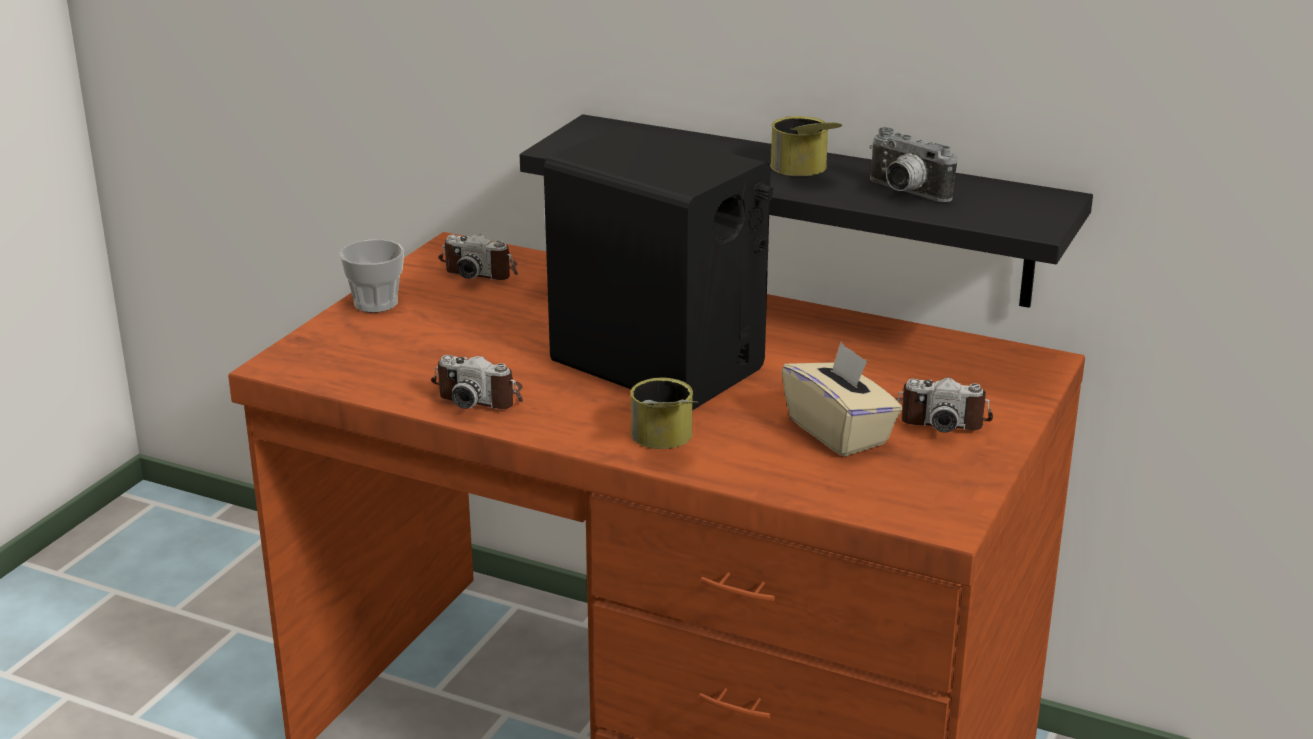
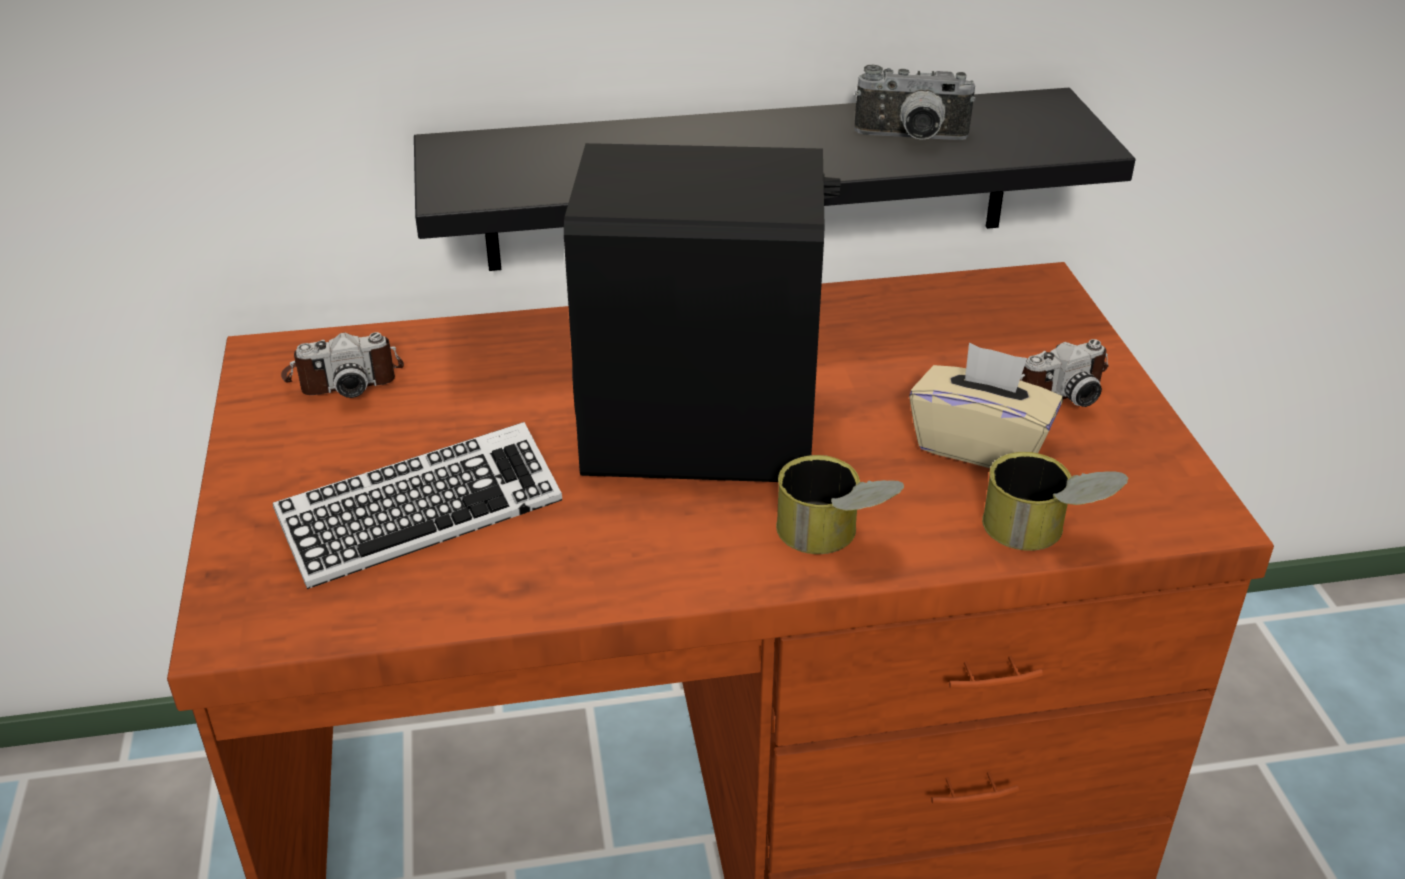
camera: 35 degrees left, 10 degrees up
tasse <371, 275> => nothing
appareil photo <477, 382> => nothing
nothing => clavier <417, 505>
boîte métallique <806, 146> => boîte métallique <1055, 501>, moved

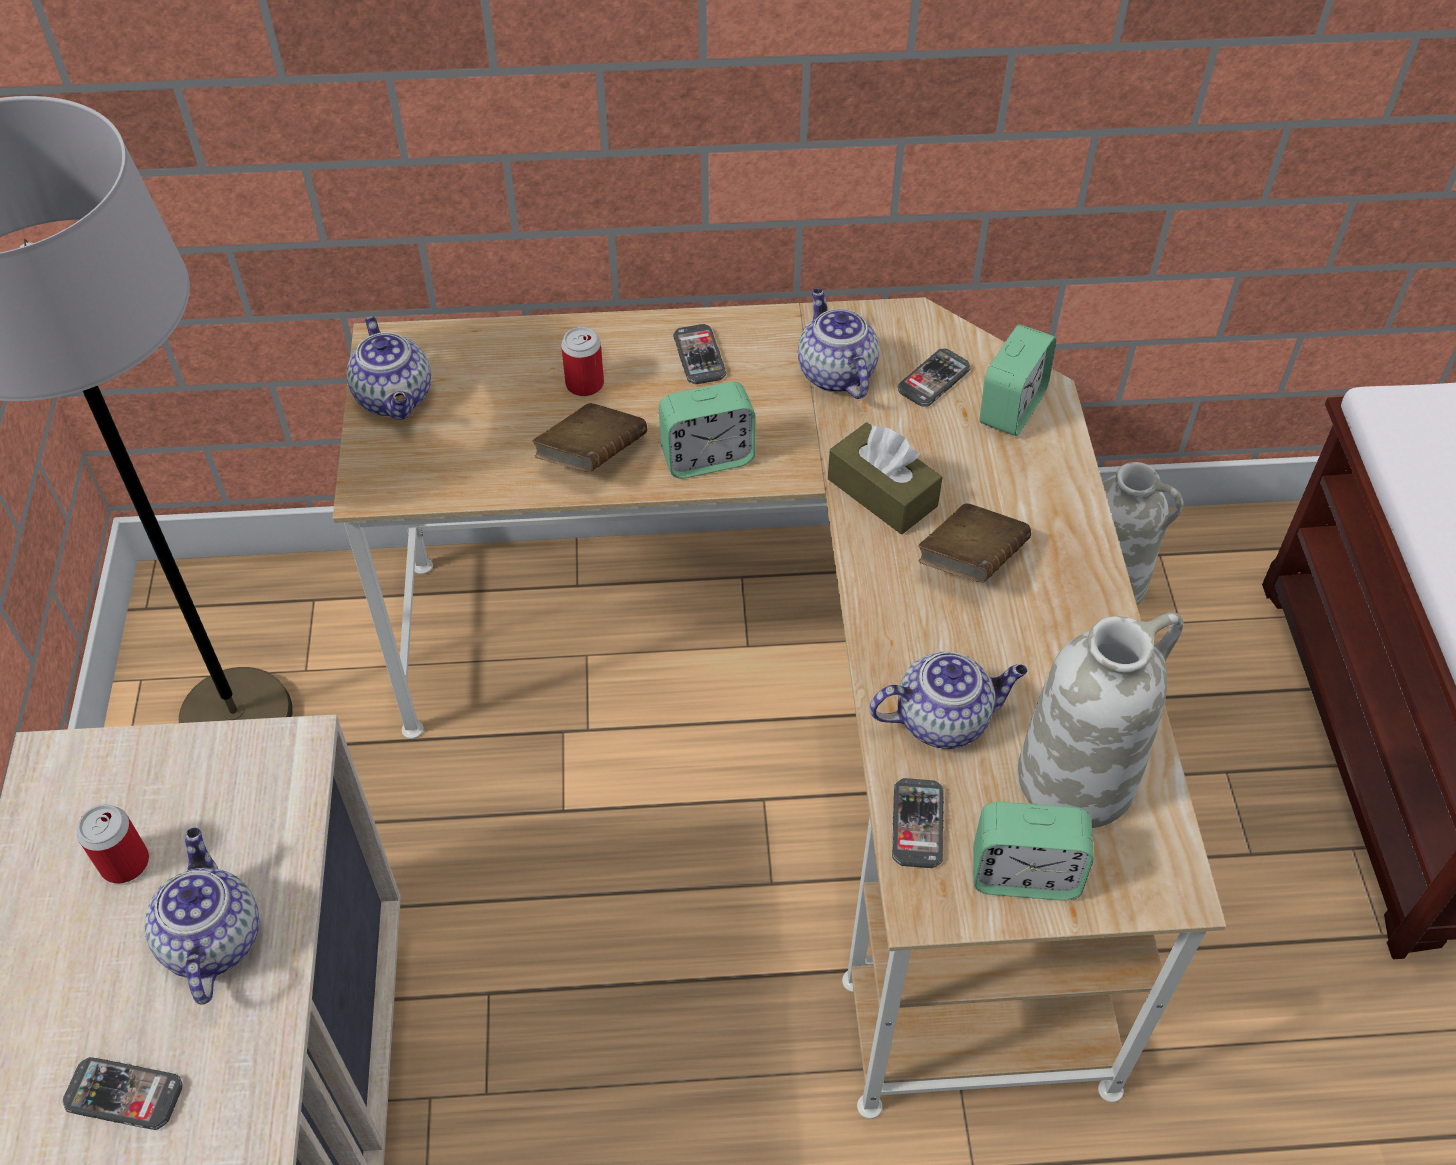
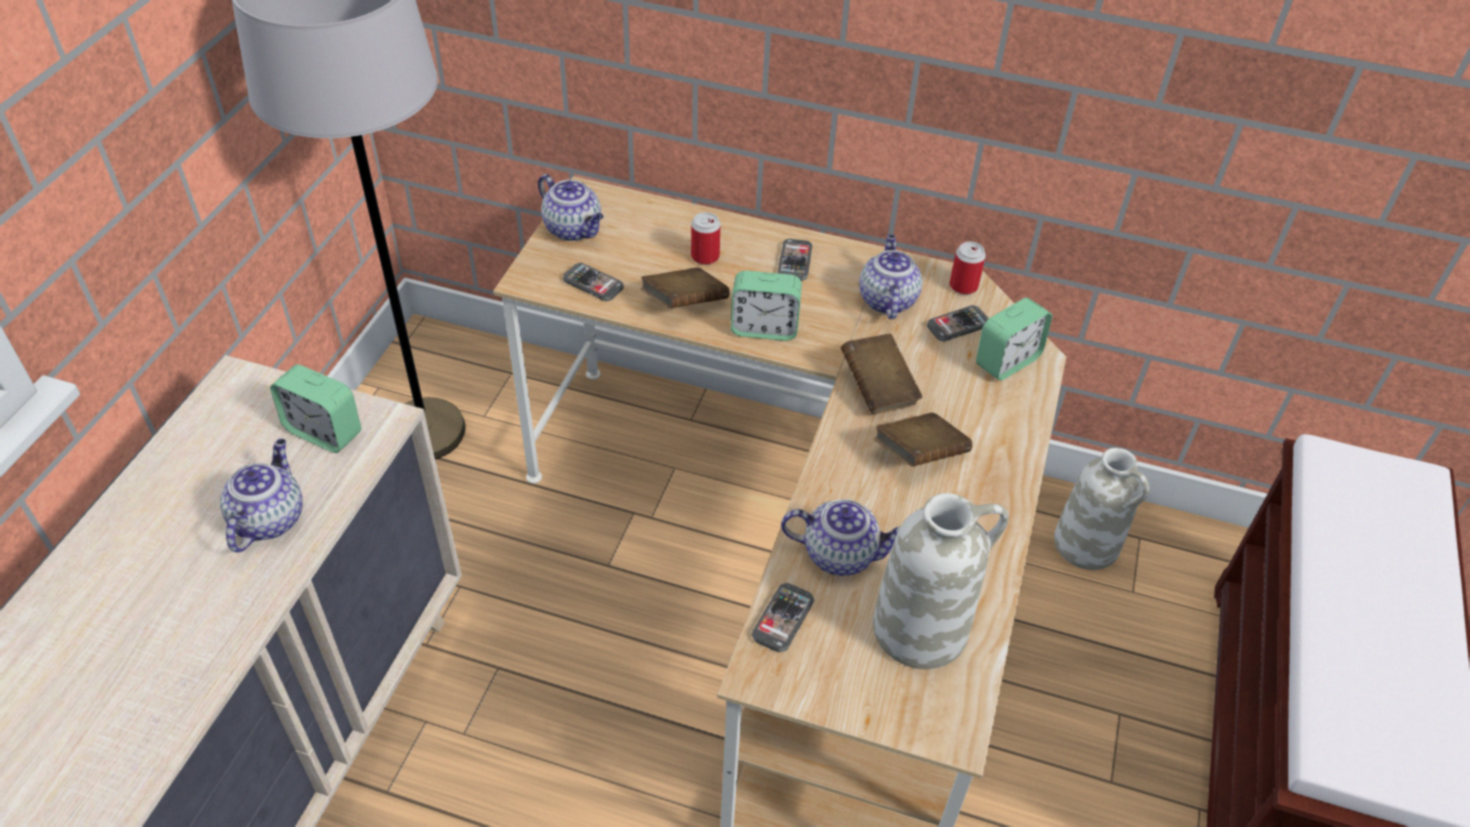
camera: 20 degrees right, 5 degrees down
téléphone <123, 1093> => téléphone <593, 282>, moved
boîte métallique <113, 843> => boîte métallique <968, 268>, moved
réveil <1033, 851> => réveil <315, 408>, moved
boîte à mouchoirs (marron) <885, 478> => livre (marron) <881, 373>
théière <388, 368> => théière <571, 207>, 45 degrees counterclockwise

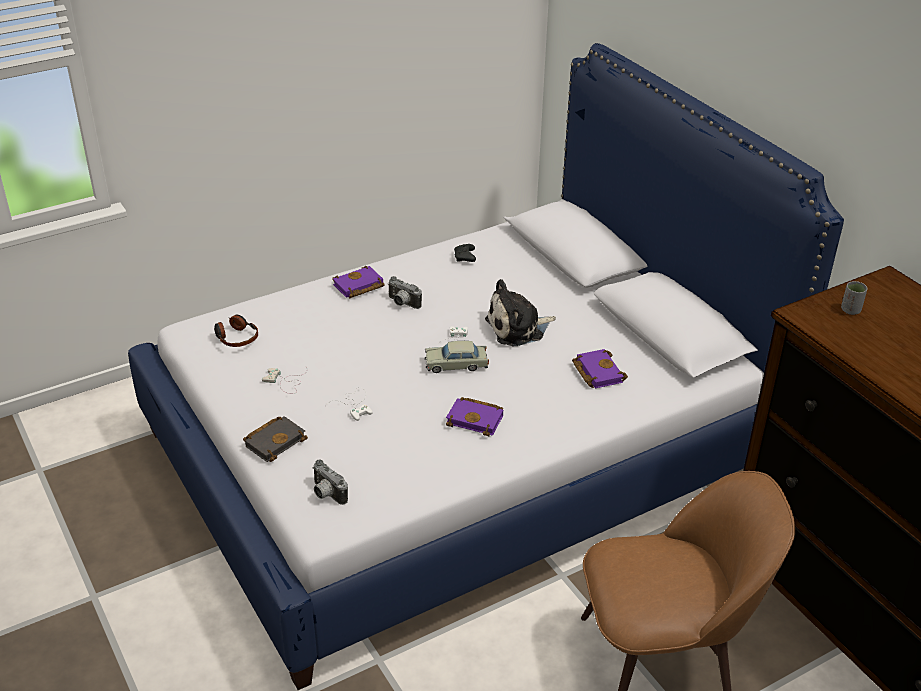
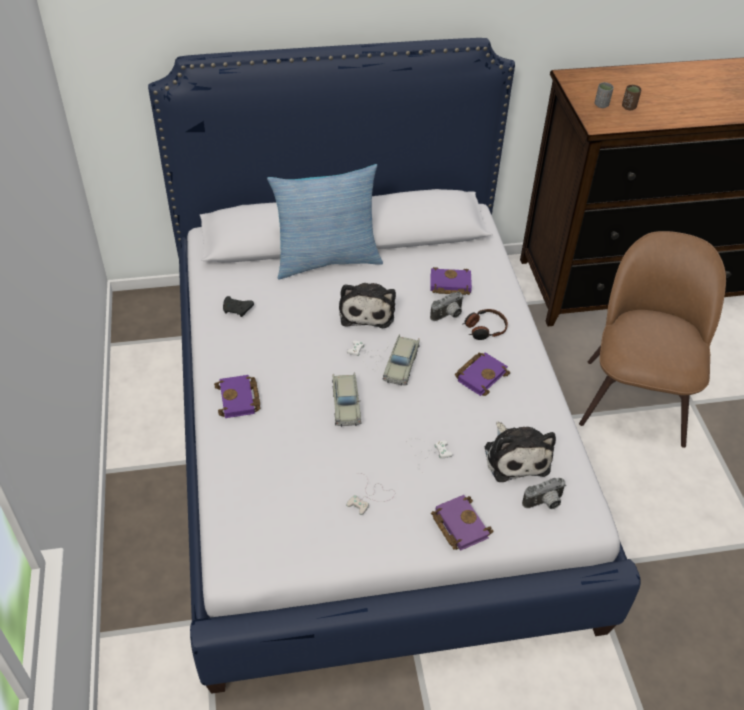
camera: 70 degrees left, 10 degrees up
nothing => coussin <325, 222>
nothing => petite voiture (beige) <347, 399>
nothing => peluche <520, 452>
nothing => tasse (marron) <631, 97>
casque audio <236, 331> => casque audio <485, 324>, moved
appareil photo <405, 292> => appareil photo <447, 306>, moved
livre (noir) <275, 439> => livre (violet) <462, 523>

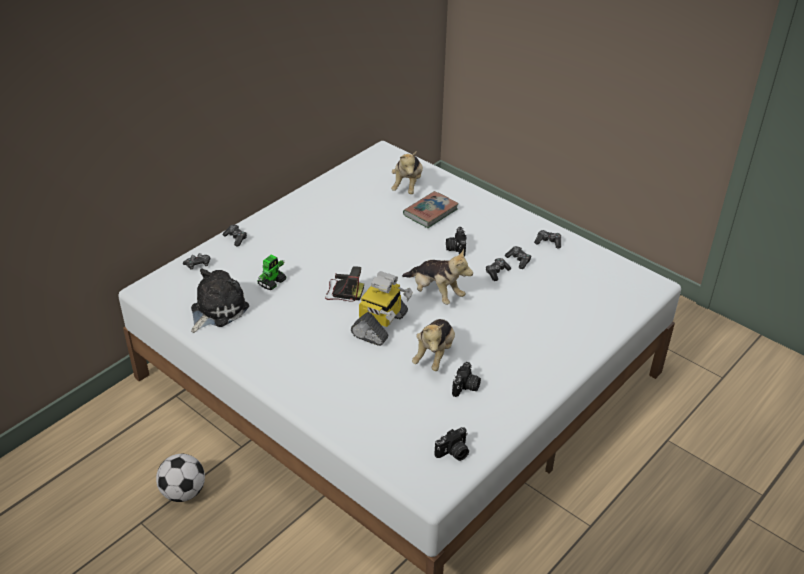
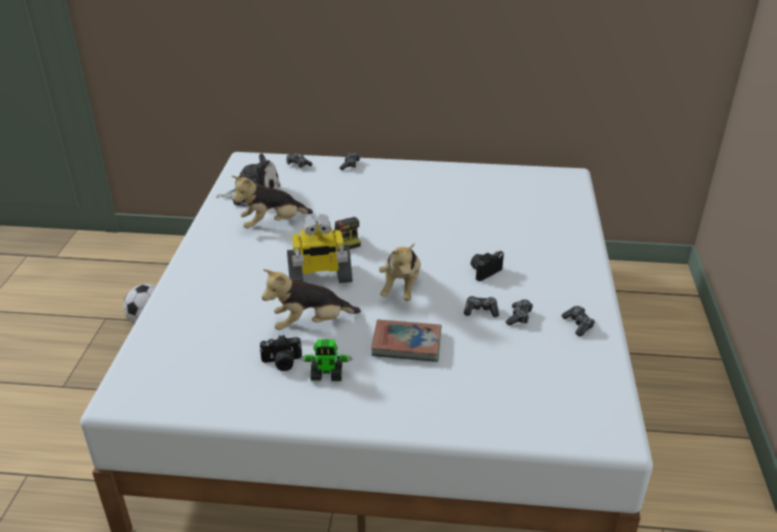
camera: 55 degrees right, 5 degrees down
appareil photo <451, 444> => nothing
robot jouet <272, 272> => robot jouet <327, 360>, moved
peluche <407, 172> => peluche <272, 202>, moved
livre <431, 209> => livre <406, 341>, moved

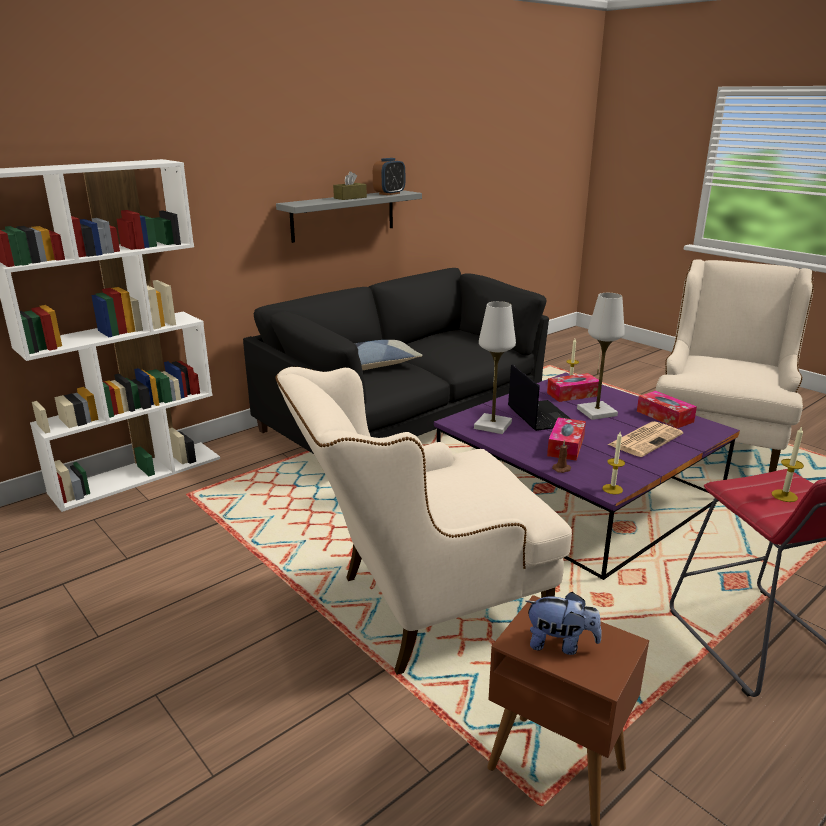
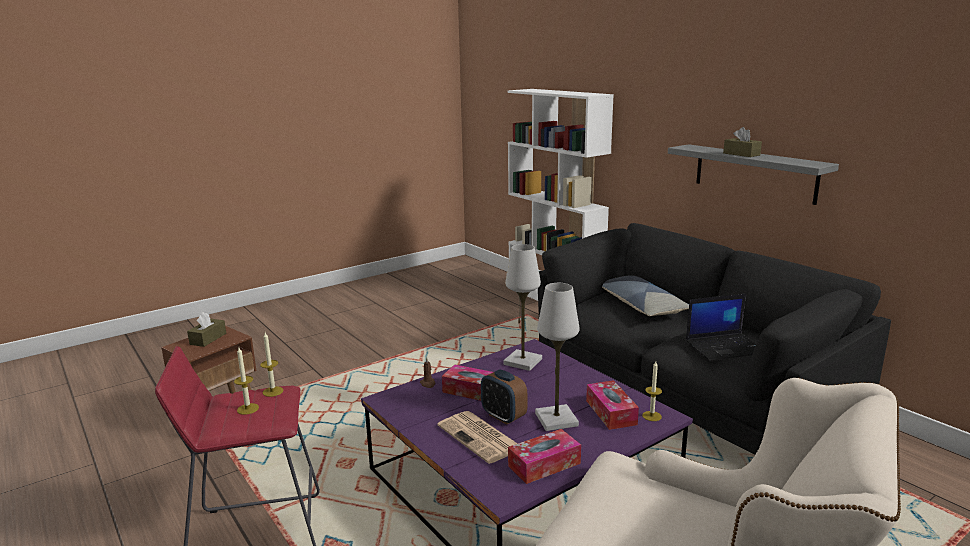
camera: 95 degrees right, 5 degrees down
fauteuil (beige) <423, 521> => nothing
réveil <389, 176> => réveil <504, 396>, moved
ordinateur portable <539, 397> => ordinateur portable <721, 327>, moved
bougie <614, 463> => bougie <272, 364>, moved
peluche <563, 623> => boîte à mouchoirs (marron) <206, 329>

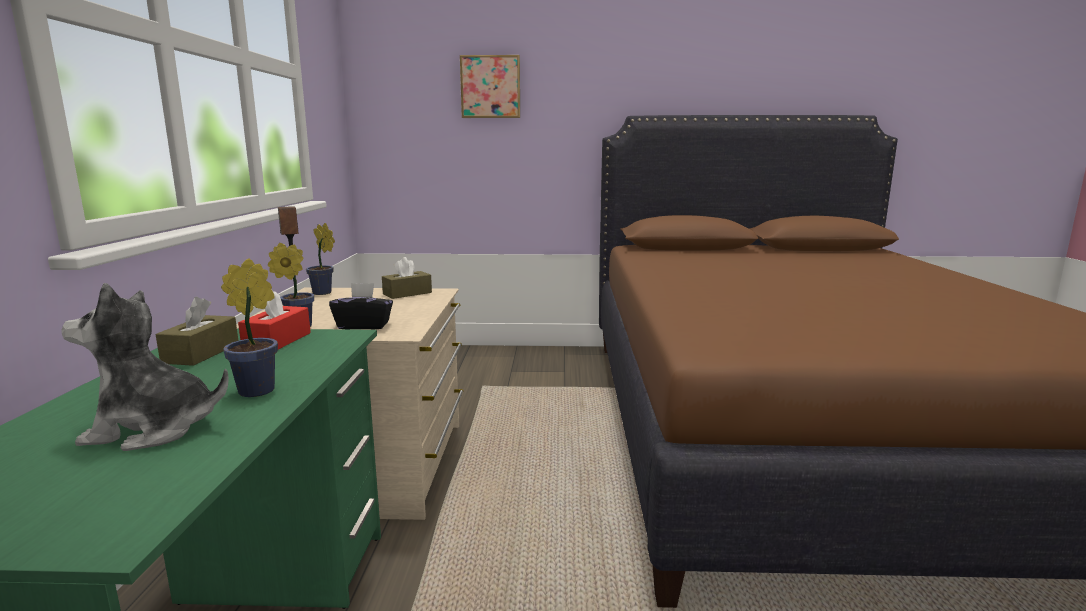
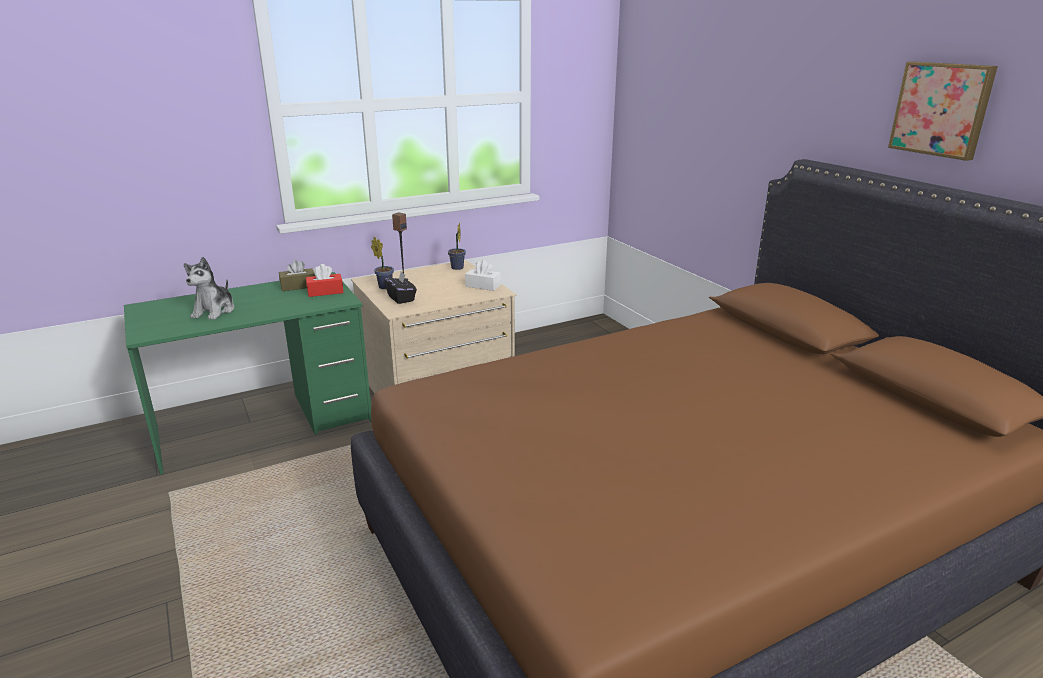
camera: 60 degrees right, 10 degrees up
plante en pot <249, 327> => nothing
tableau <490, 86> => tableau <943, 111>, moved
boîte à mouchoirs (marron) <407, 278> => boîte à mouchoirs (blanc) <483, 275>
peluche <145, 367> => peluche <209, 288>, 135 degrees counterclockwise

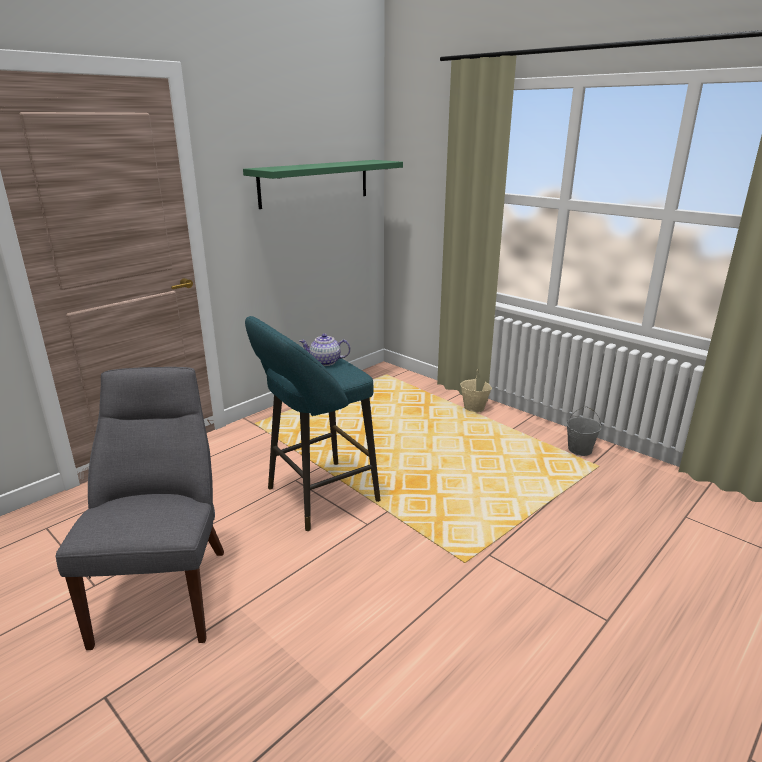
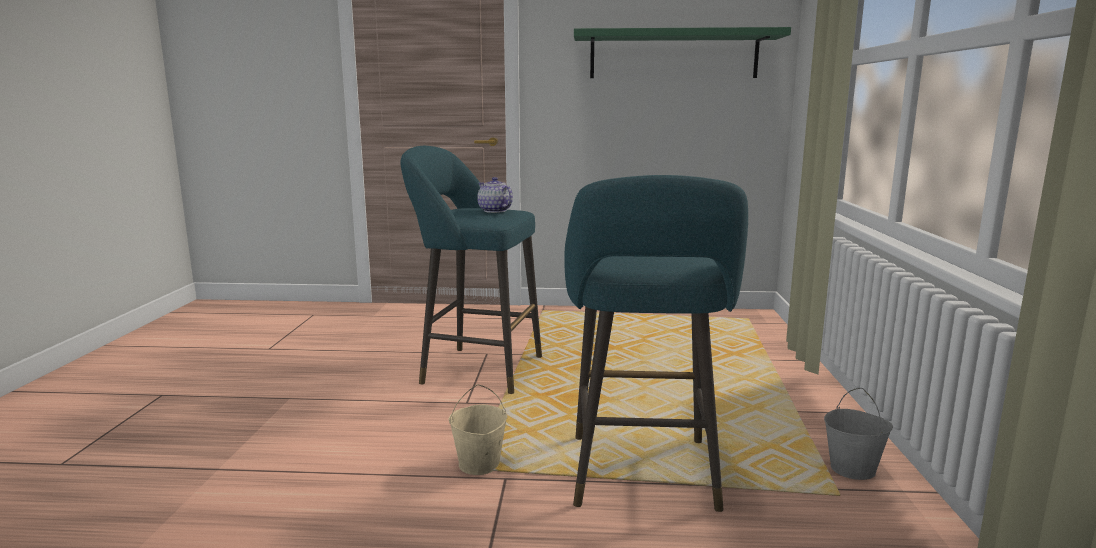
camera: 50 degrees right, 10 degrees down
chaise (gris) <139, 508> => nothing
nothing => tabouret (turquoise) <656, 343>
seau (beige) <476, 391> => seau (beige) <477, 429>, moved

